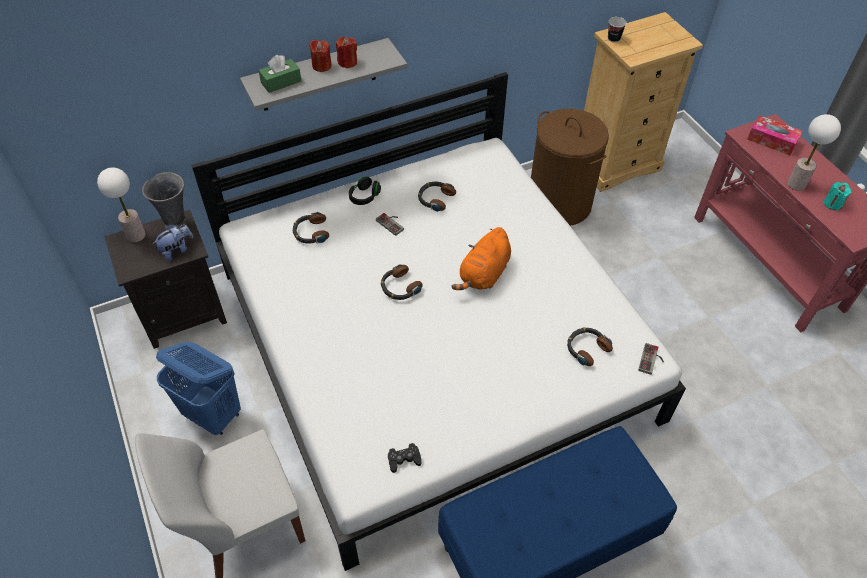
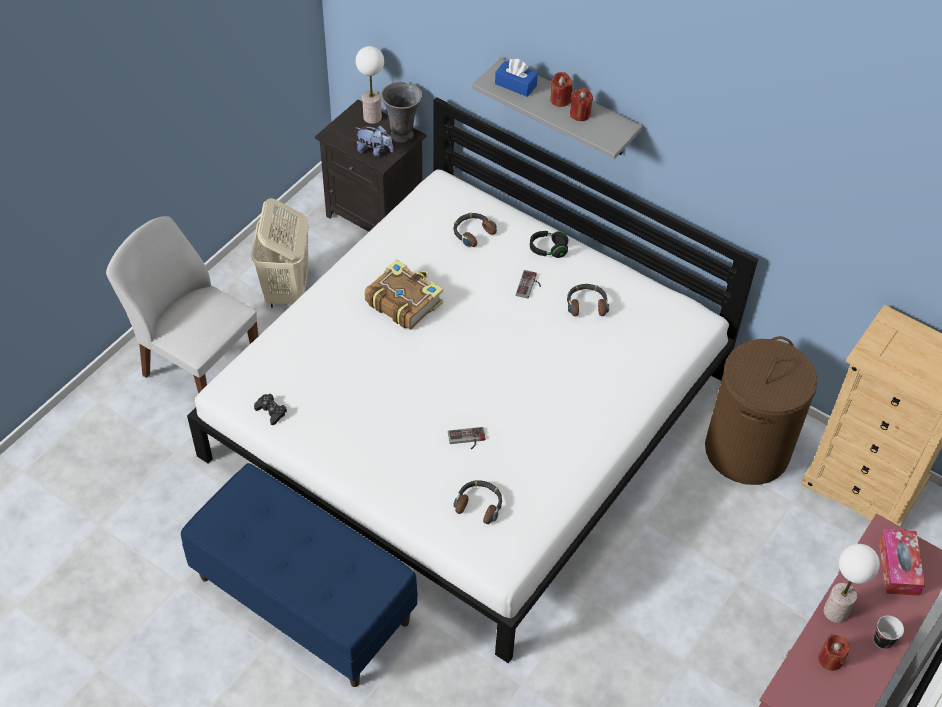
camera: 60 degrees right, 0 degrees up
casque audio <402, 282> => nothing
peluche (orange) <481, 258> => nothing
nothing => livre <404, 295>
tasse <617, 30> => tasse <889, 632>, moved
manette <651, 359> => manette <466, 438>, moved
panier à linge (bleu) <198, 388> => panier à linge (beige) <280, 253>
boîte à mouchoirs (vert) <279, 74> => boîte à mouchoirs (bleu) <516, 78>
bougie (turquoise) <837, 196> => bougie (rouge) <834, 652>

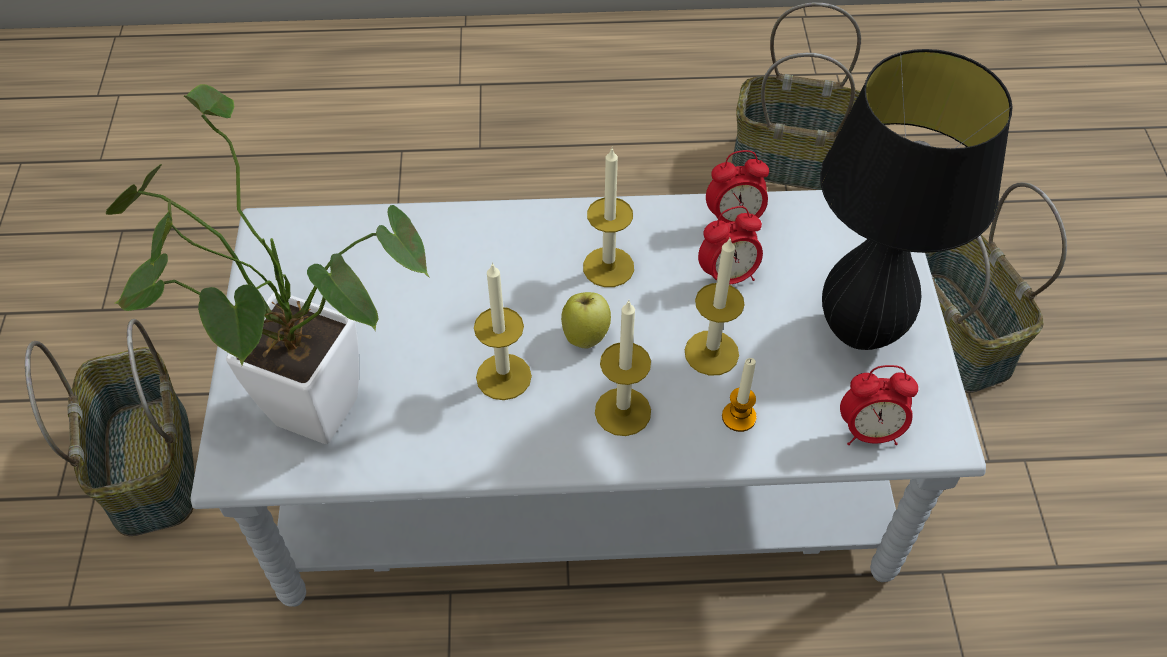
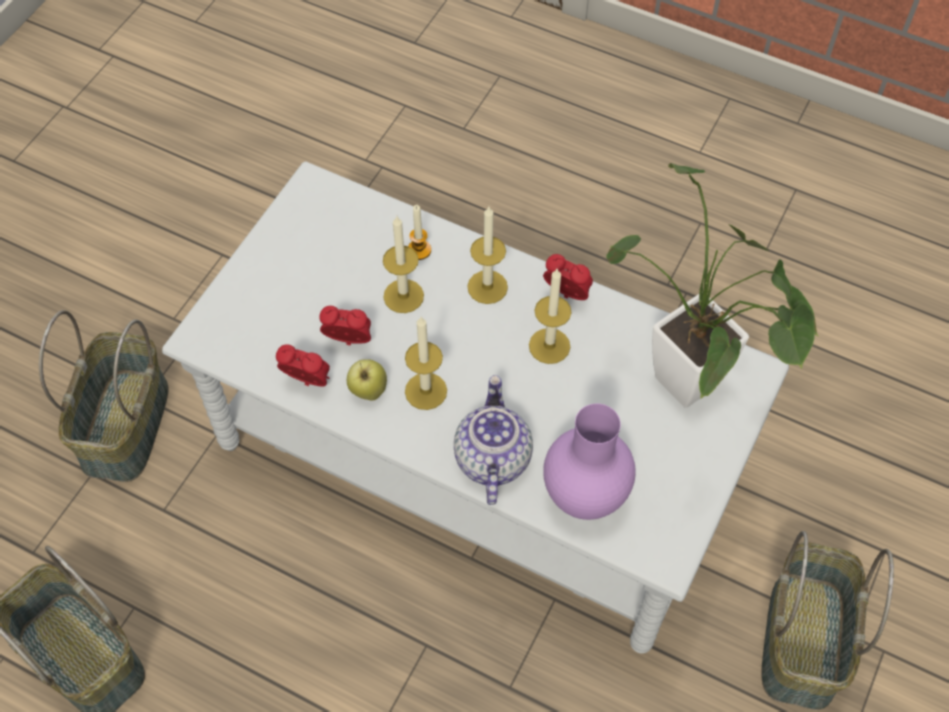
camera: 150 degrees left, 5 degrees up
lampe de table (noir) <916, 199> => nothing
nothing => théière <493, 440>
nothing => vase (violet) <589, 462>
pomme <586, 320> => pomme <367, 380>, moved
réveil <879, 405> => réveil <568, 277>, moved

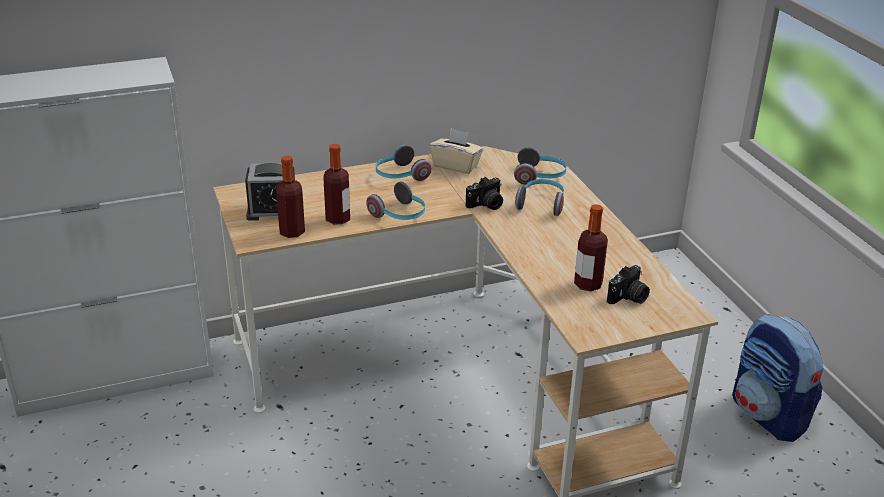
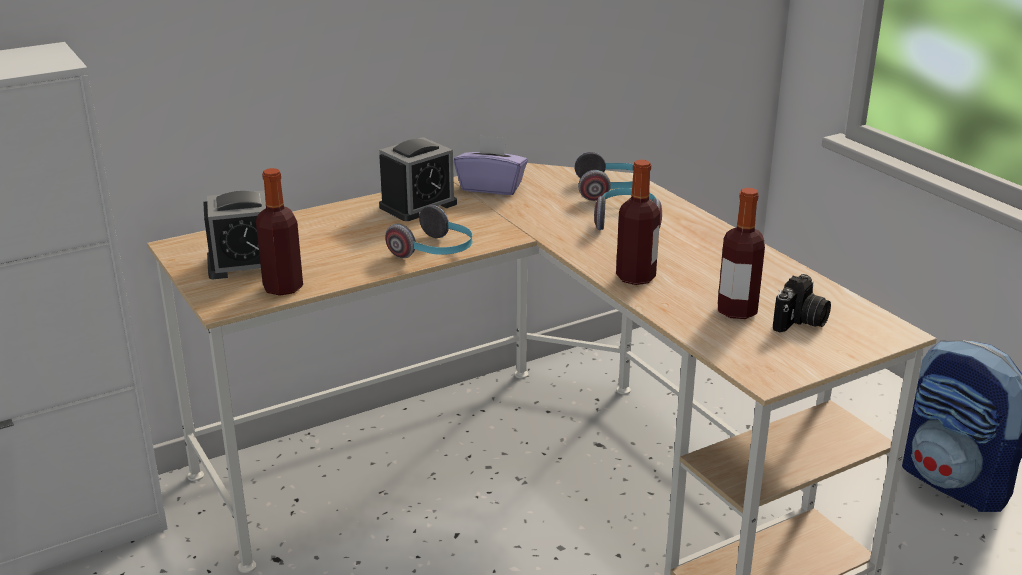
camera: 10 degrees left, 5 degrees down
appareil photo <484, 193> => nothing
bouteille <337, 184> => bouteille <638, 222>, moved
casque audio <404, 163> => réveil <418, 179>
boîte à mouchoirs (beige) <456, 151> => boîte à mouchoirs (violet) <491, 165>

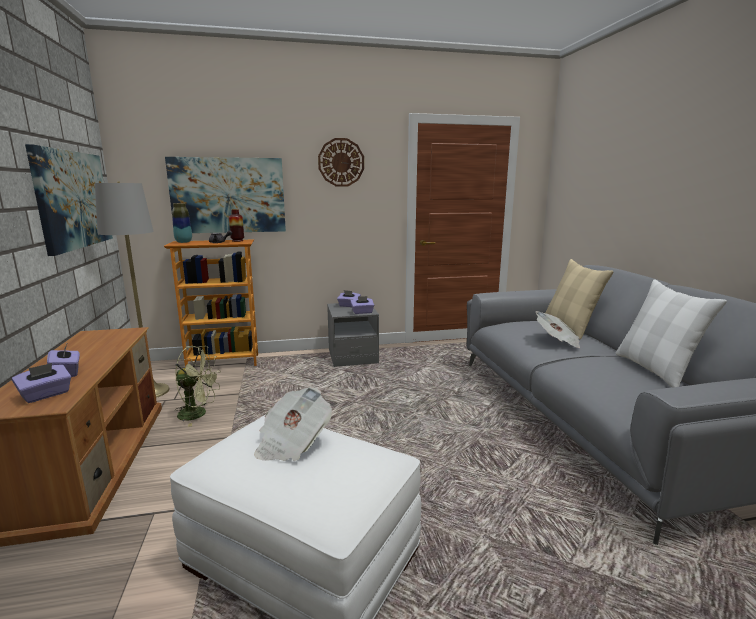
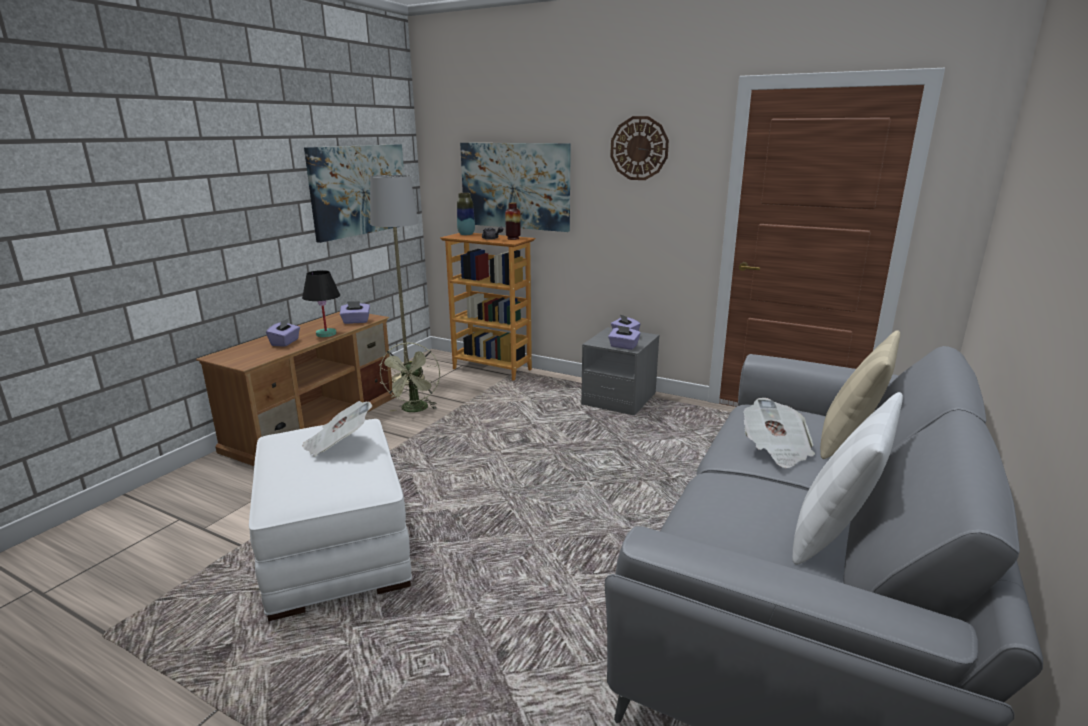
camera: 40 degrees right, 5 degrees up
nothing => lampe de table (noir) <321, 303>
boîte à mouchoirs (violet) <41, 383> => boîte à mouchoirs (violet) <355, 312>, moved
ventilateur (vert) <198, 386> => ventilateur (vert) <409, 377>, 45 degrees clockwise

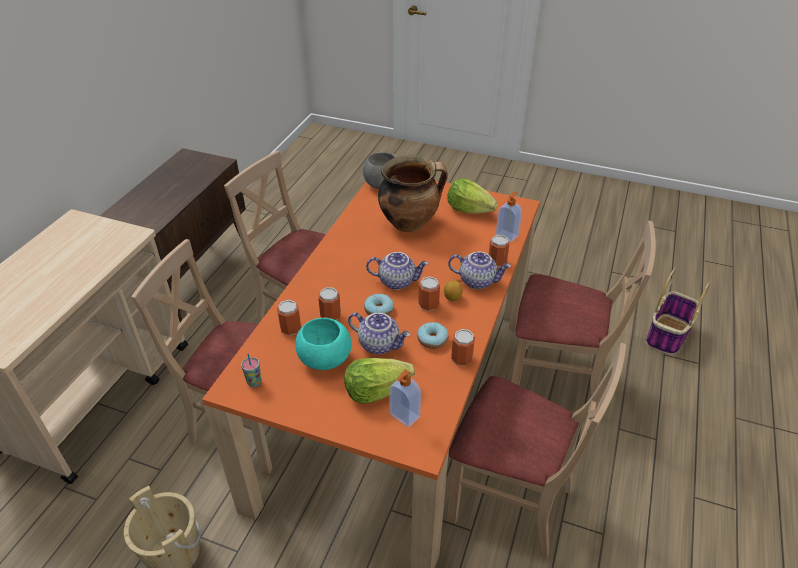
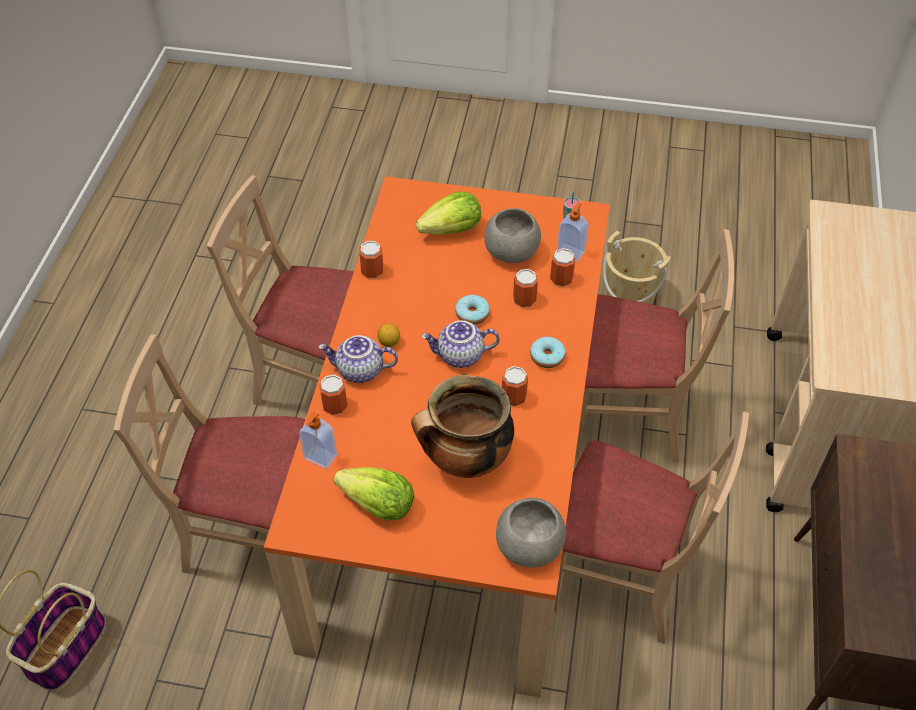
camera: 170 degrees right, 10 degrees up
théière <379, 333> => nothing
distributeur de savon <405, 398> => distributeur de savon <573, 232>, moved
beignet <432, 335> => beignet <548, 352>, moved
boîte métallique <429, 293> => boîte métallique <515, 386>, moved
bol (turquoise) <323, 344> => bol (gris) <512, 235>

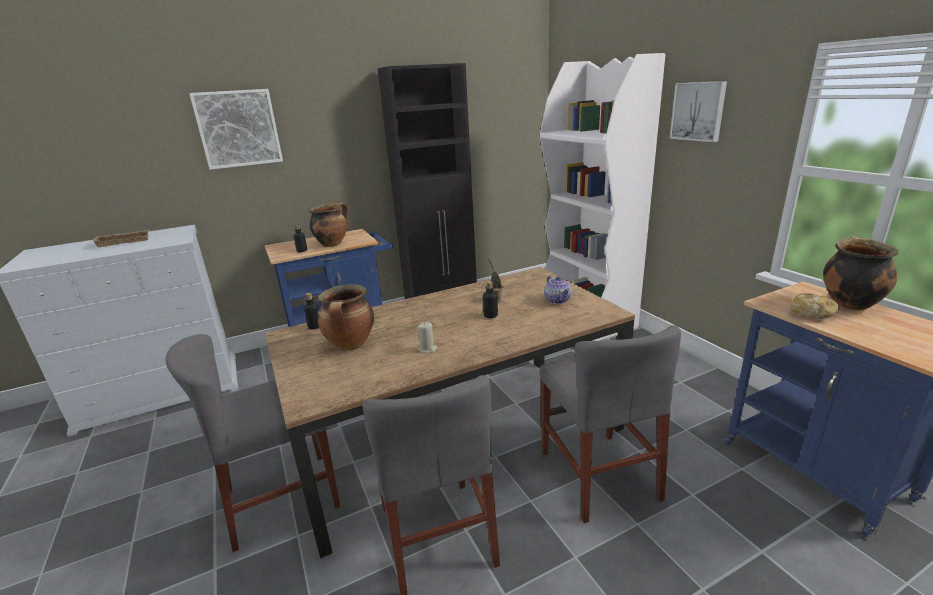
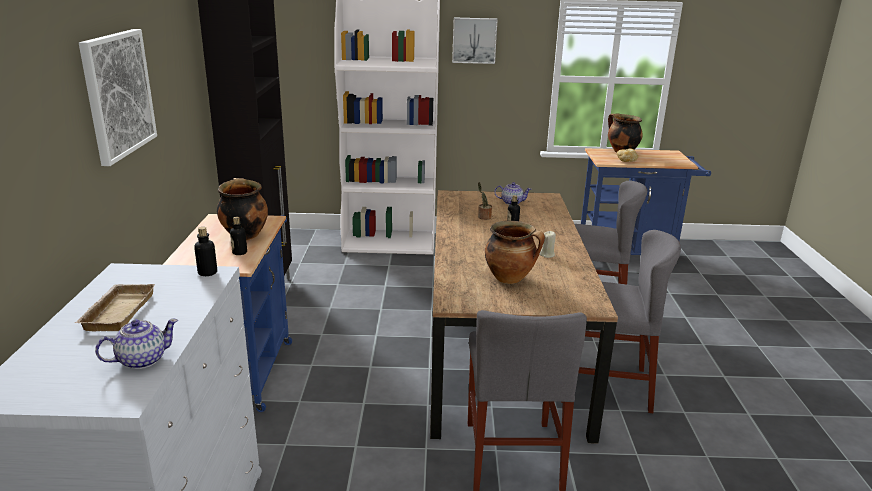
camera: 65 degrees left, 0 degrees up
nothing => théière <136, 344>
bouteille <312, 311> => bouteille <205, 251>, moved

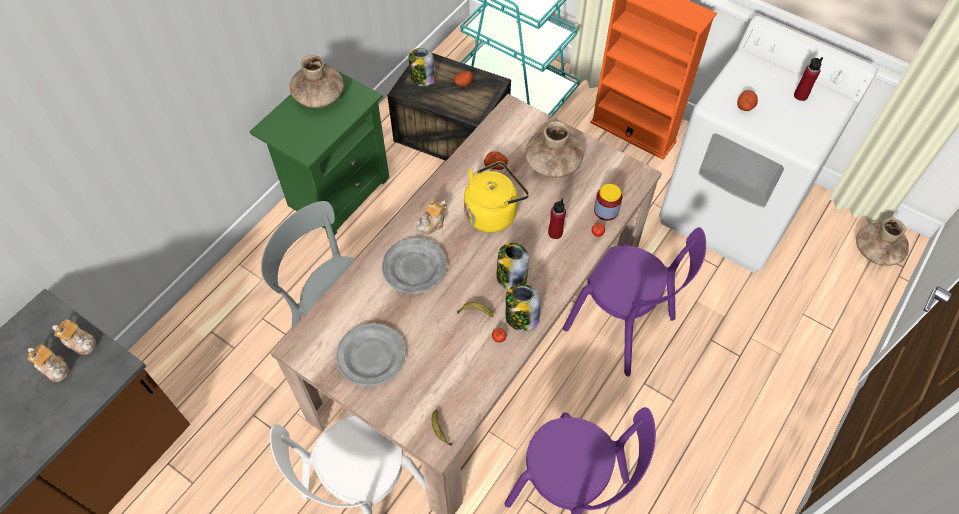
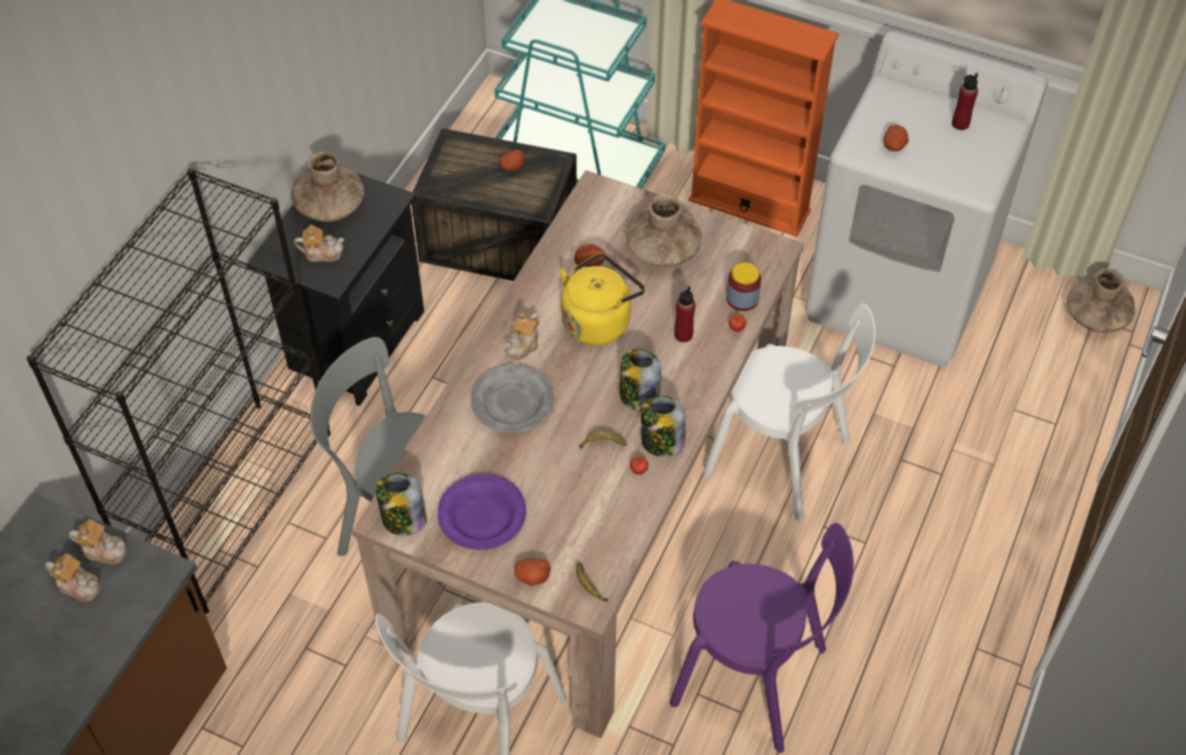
camera: 10 degrees left, 5 degrees down
nothing => bibliothèque (noir) <179, 391>
nothing => théière <319, 243>
nothing => pomme de terre <532, 572>
bocal <422, 67> => bocal <401, 504>, moved
table de chevet (vert) <319, 150> => table de chevet (noir) <335, 289>
assiette (gris) <370, 355> => assiette (violet) <482, 512>
chaise (violet) <634, 302> => chaise (blanc) <789, 412>

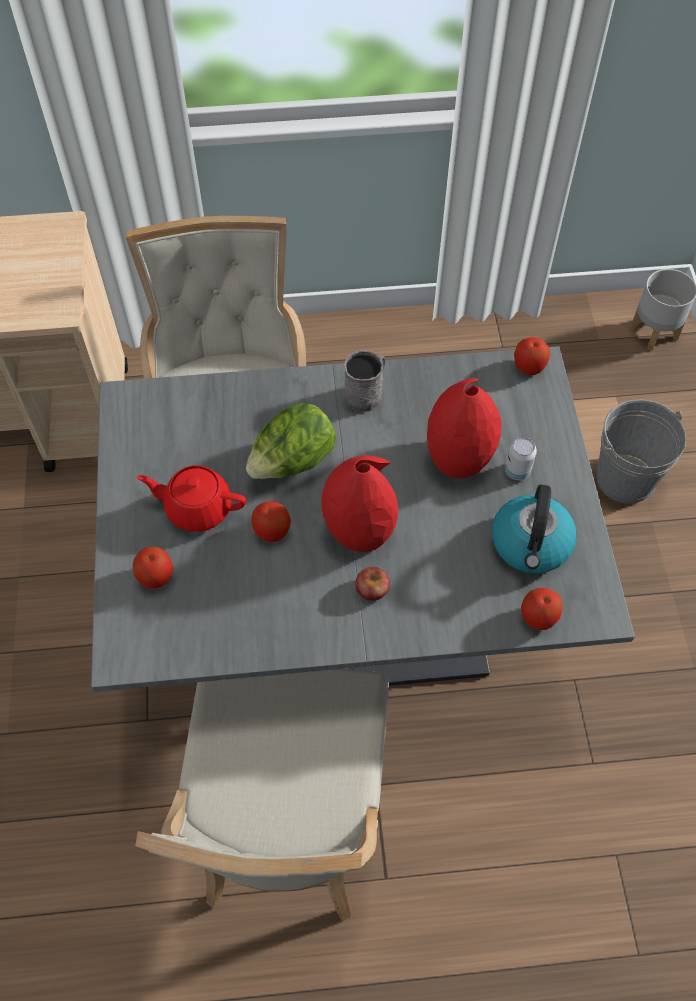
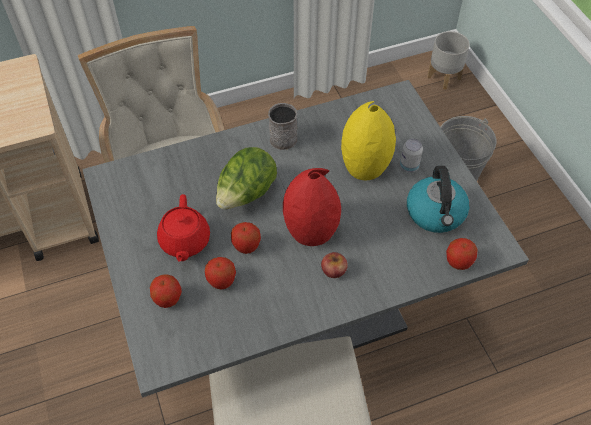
camera: 15 degrees left, 5 degrees down
pomme <532, 356> => pomme <220, 273>, moved
vase (rouge) <464, 428> => vase (jaune) <368, 140>
théière (rouge) <191, 498> => théière (rouge) <183, 228>, 90 degrees counterclockwise

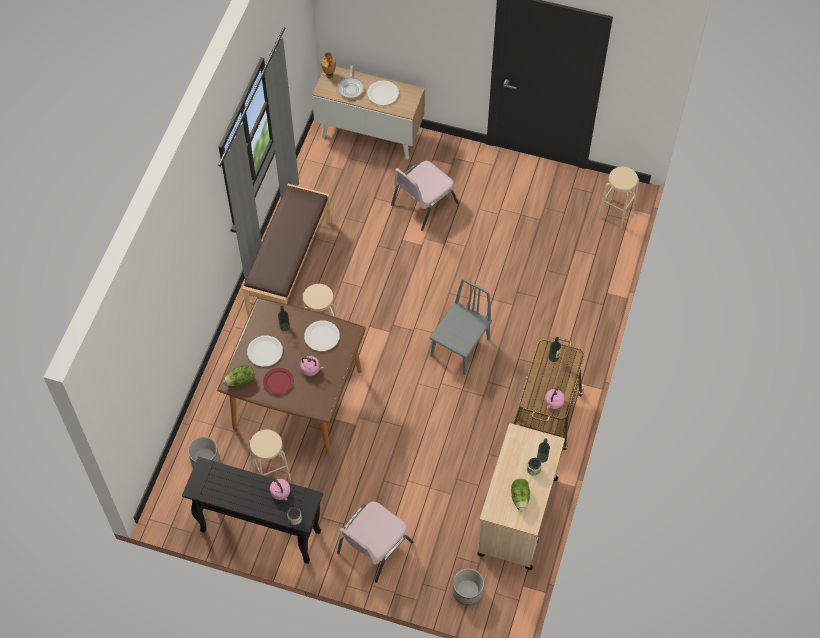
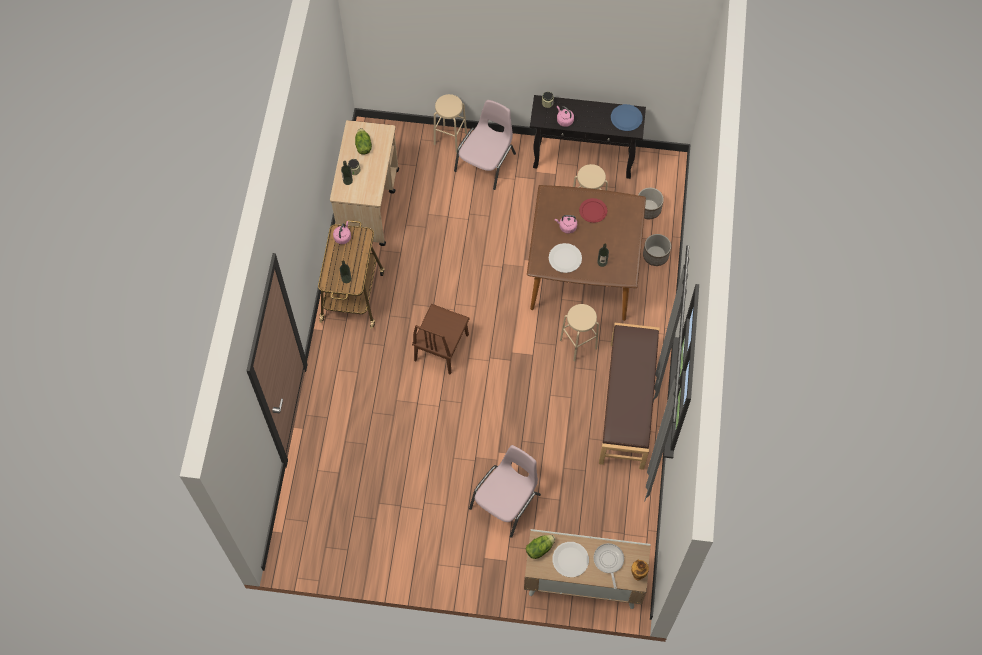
camera: 170 degrees right, 5 degrees up
assiette (blanc) <265, 351> => nothing
nothing => assiette (bleu) <627, 117>
laitue <238, 375> => laitue <540, 547>, moved
cache-pot <468, 586> => cache-pot <657, 250>, moved
tabouret (beige) <618, 197> => tabouret (beige) <450, 123>, moved
chaise (gris) <461, 326> => chaise (marron) <441, 339>

